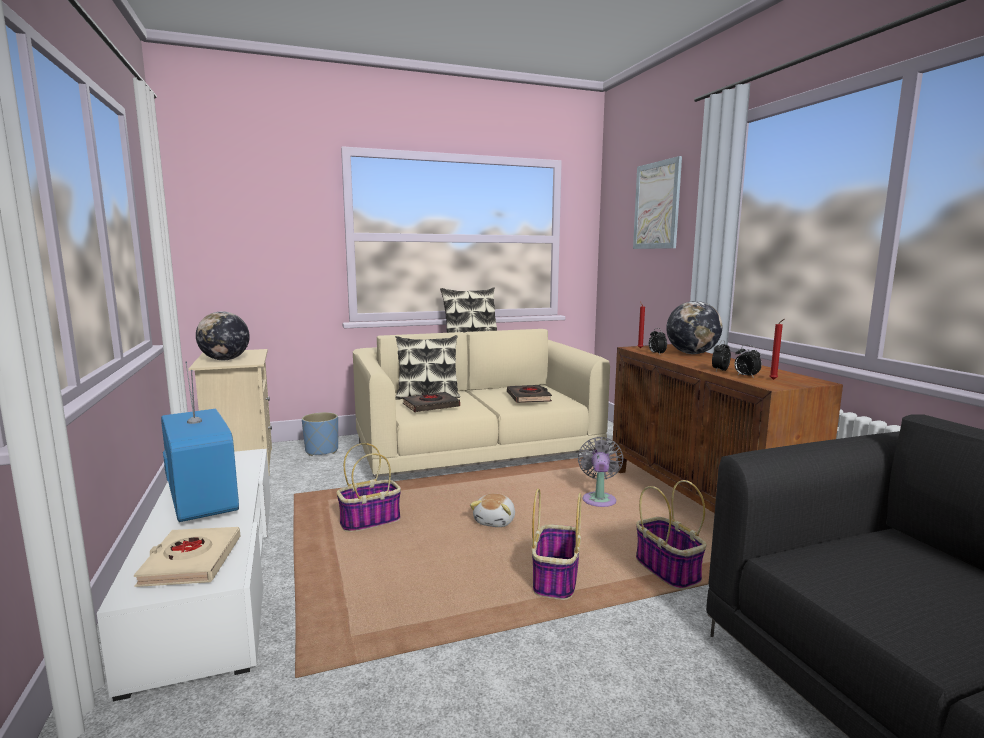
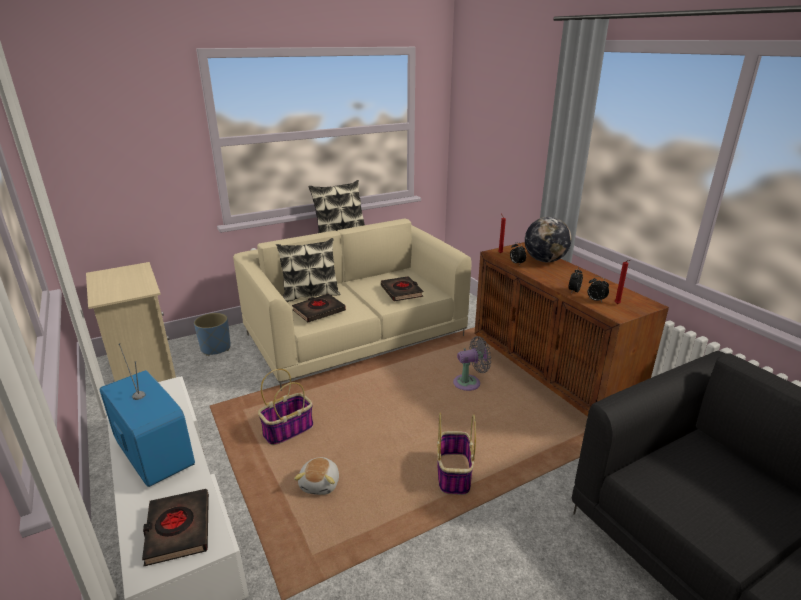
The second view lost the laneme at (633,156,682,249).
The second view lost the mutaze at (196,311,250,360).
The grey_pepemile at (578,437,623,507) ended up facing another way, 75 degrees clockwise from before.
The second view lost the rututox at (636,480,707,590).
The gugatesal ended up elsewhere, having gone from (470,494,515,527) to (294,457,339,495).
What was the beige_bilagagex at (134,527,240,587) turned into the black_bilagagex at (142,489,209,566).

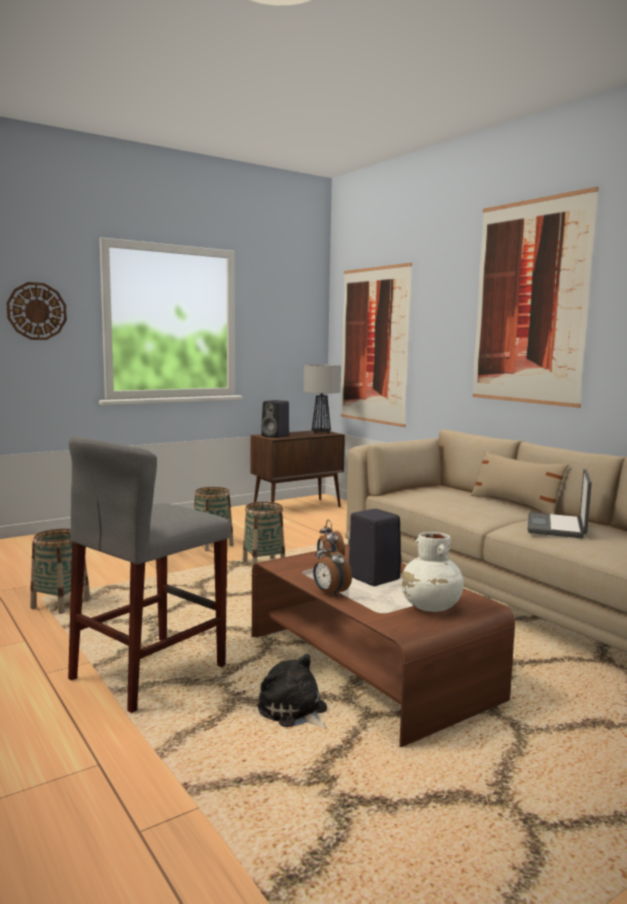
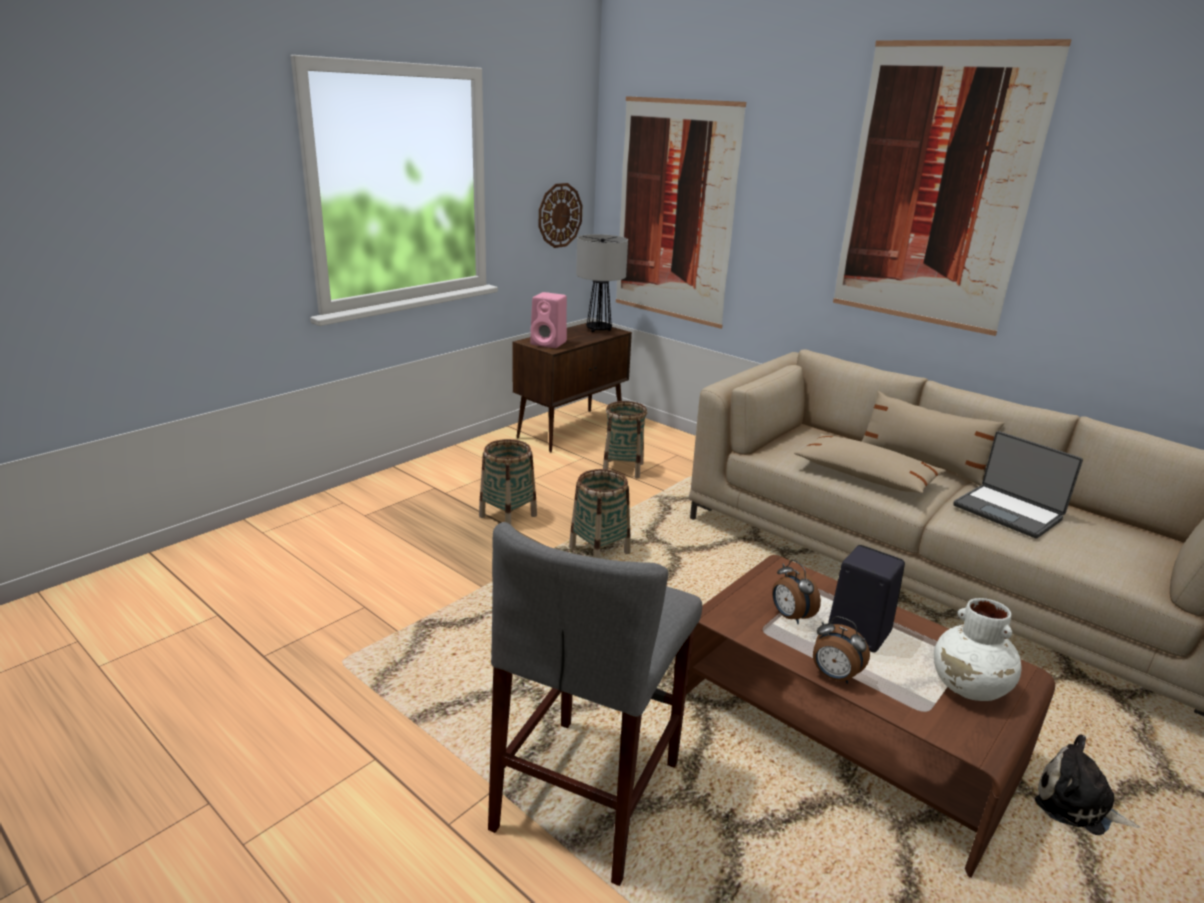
The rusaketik ended up elsewhere, having gone from (6,282,67,340) to (539,183,582,248).
What was the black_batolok at (261,400,289,438) turned into the pink_batolok at (530,292,567,348).
The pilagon at (527,469,592,538) ended up facing another way, 45 degrees counterclockwise from before.
The rututox ended up elsewhere, having gone from (30,529,90,614) to (603,401,647,478).
The gugatesal ended up elsewhere, having gone from (257,654,328,728) to (1035,735,1140,835).
The second view gained the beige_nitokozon at (794,434,946,493).

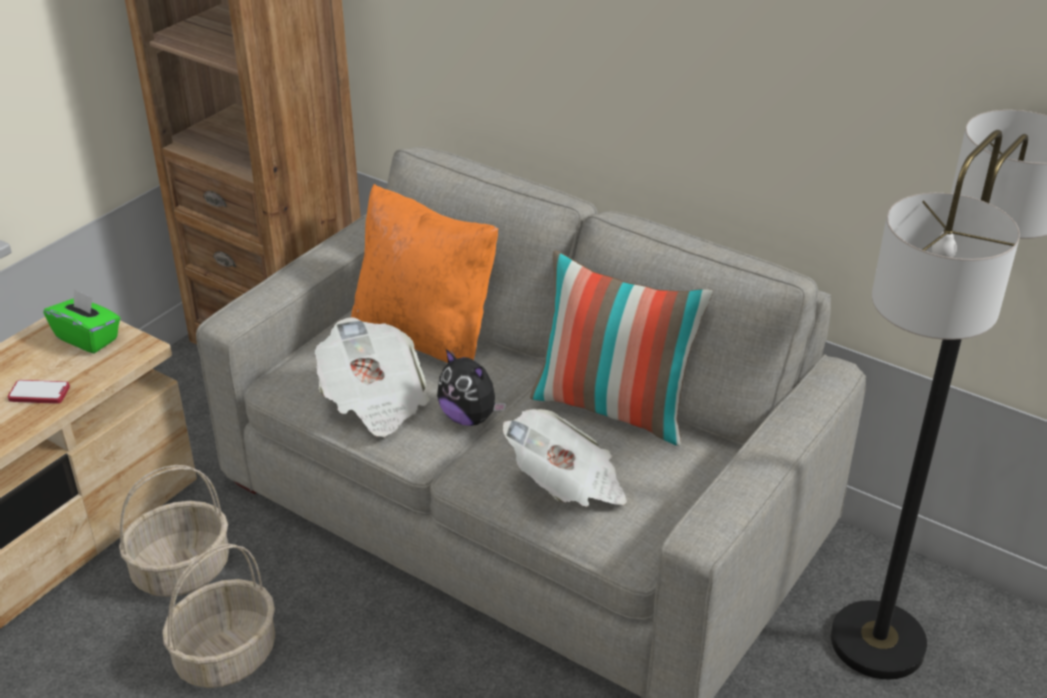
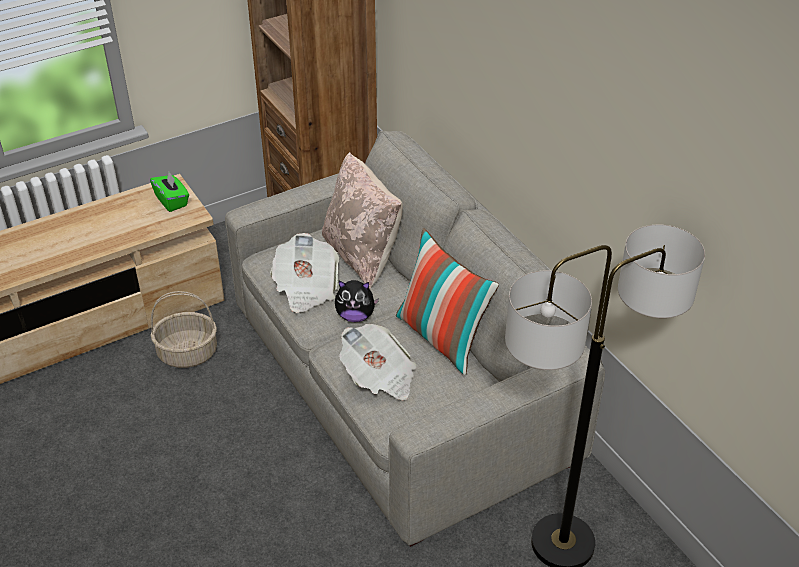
What was the orange_nitokozon at (351,184,498,363) turned into the beige_nitokozon at (322,152,403,289).
The gugatesal at (437,349,506,426) ended up facing another way, 60 degrees counterclockwise from before.
The second view lost the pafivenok at (8,380,70,404).
The second view lost the rututox at (162,544,275,688).

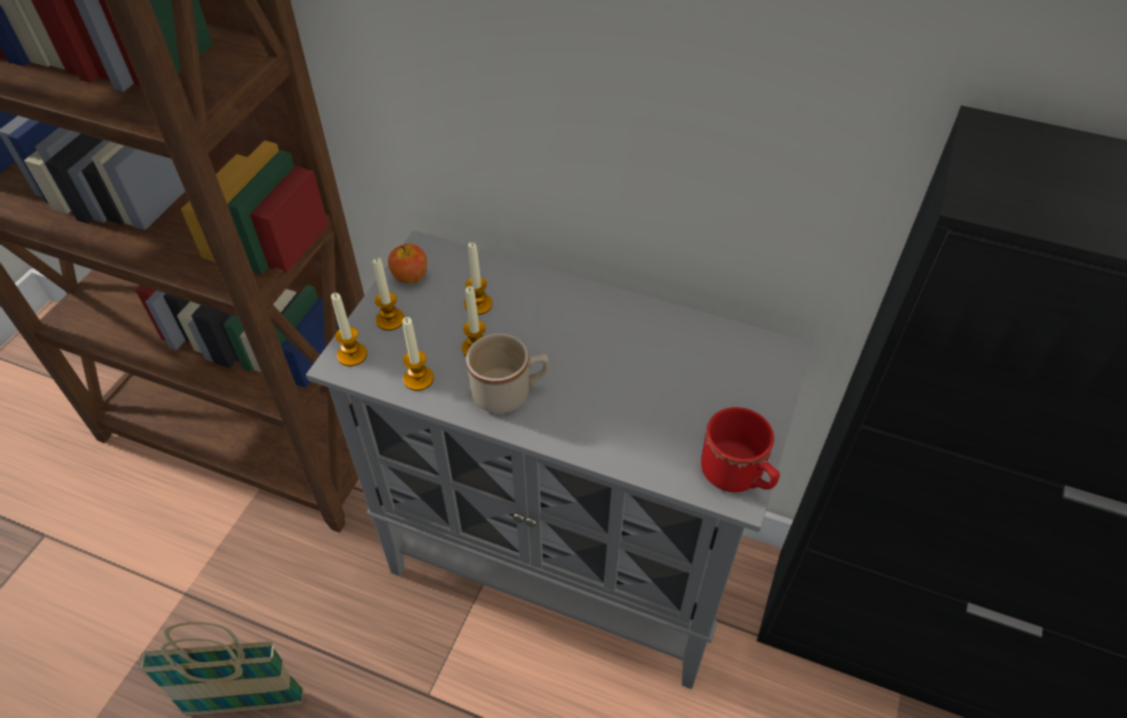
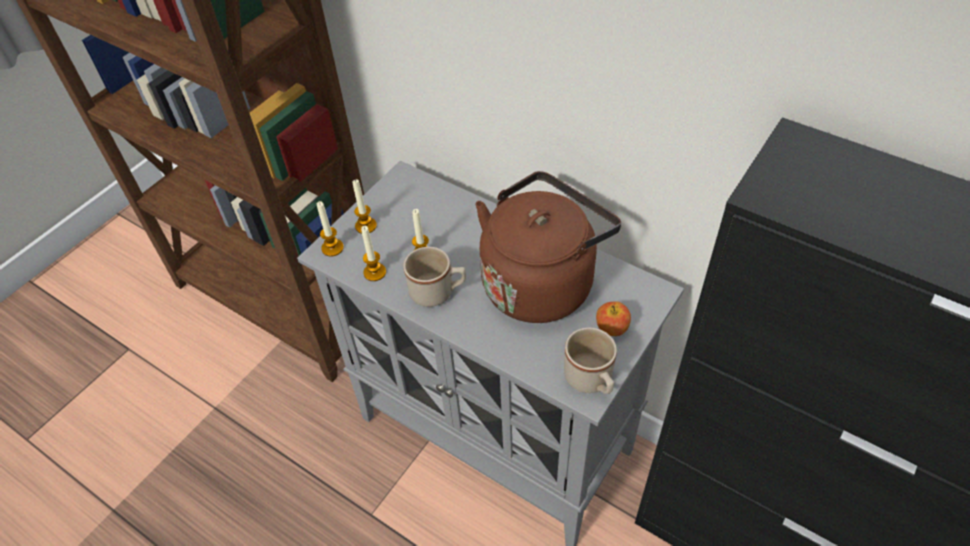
The second view lost the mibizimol at (464,242,493,315).
The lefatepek ended up elsewhere, having gone from (388,244,427,284) to (596,301,631,336).
What was the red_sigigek at (701,407,780,492) turned into the beige_sigigek at (564,327,617,394).
The second view lost the rututox at (139,622,303,716).
The second view gained the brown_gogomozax at (475,171,621,323).

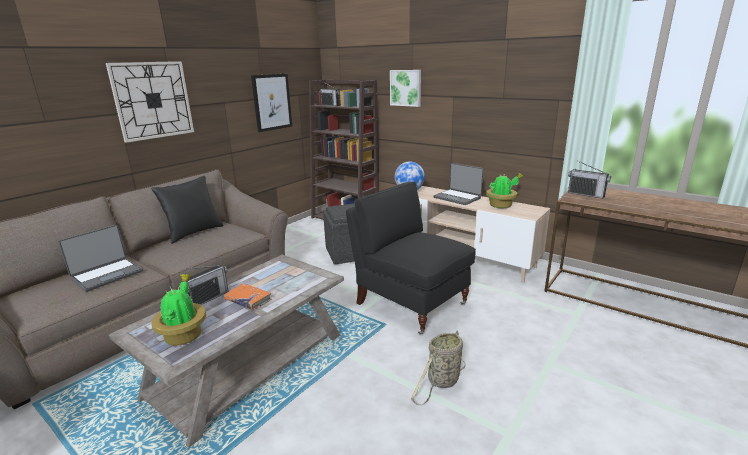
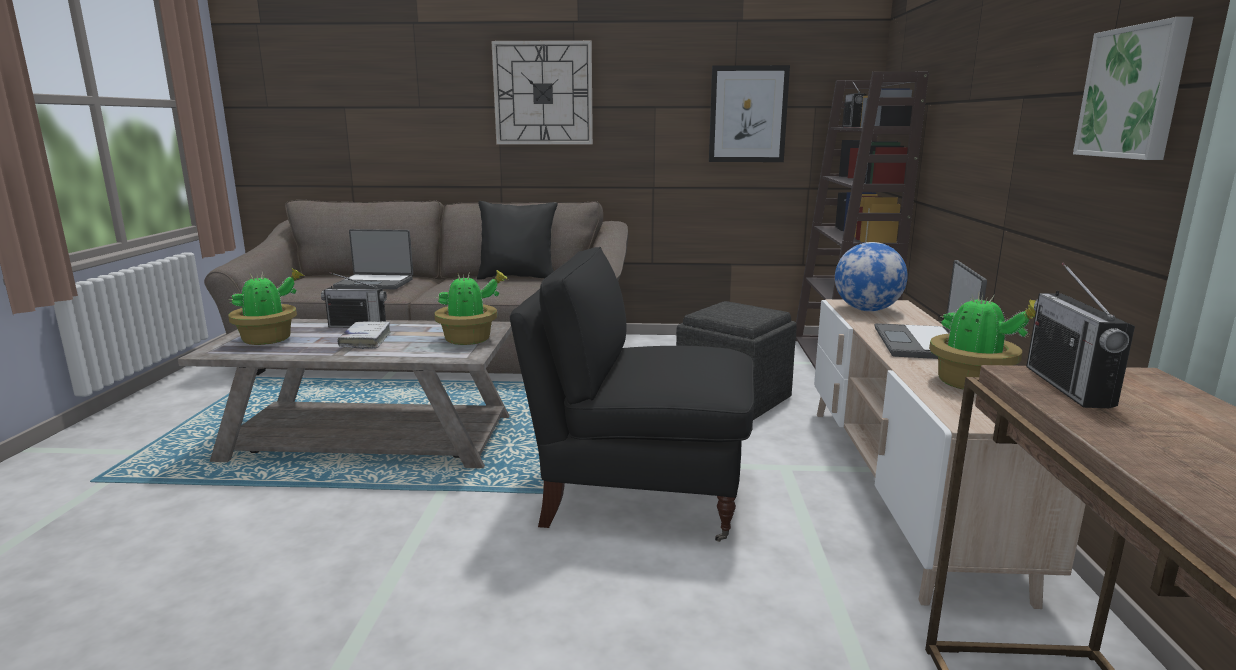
The laneme ended up elsewhere, having gone from (390,70,421,107) to (1073,17,1193,160).
The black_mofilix at (346,182,476,334) ended up facing another way, 90 degrees counterclockwise from before.
What was the orange_bilagagex at (224,283,271,310) turned into the white_bilagagex at (337,321,391,349).
The second view lost the rututox at (411,330,465,405).
The second view gained the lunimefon at (434,270,507,345).

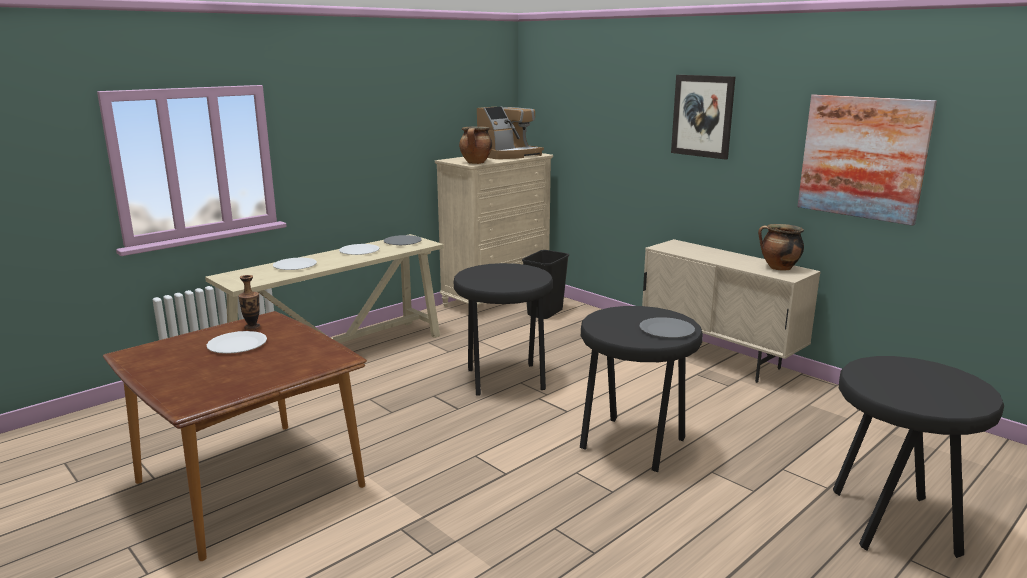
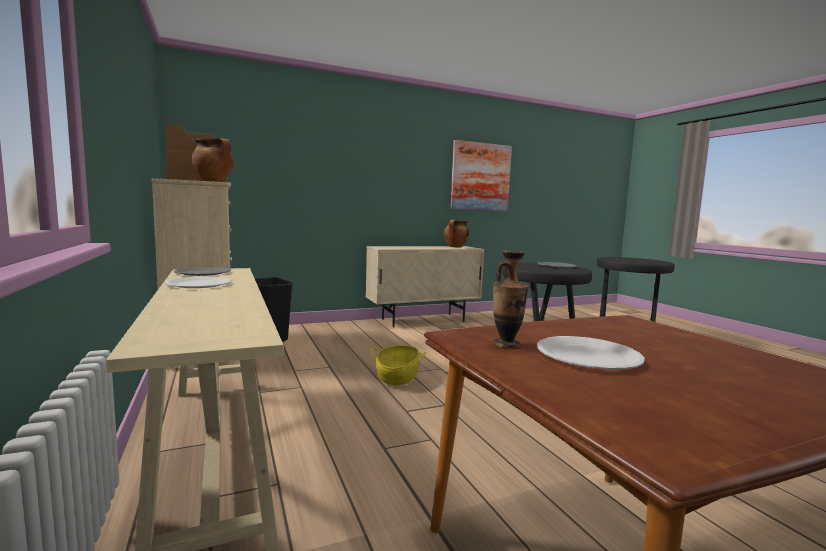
The second view lost the laneme at (671,75,735,160).
The second view lost the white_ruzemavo at (273,258,317,270).
Where the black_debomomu stood at (454,263,553,396), the rututox came to stand at (371,345,426,386).

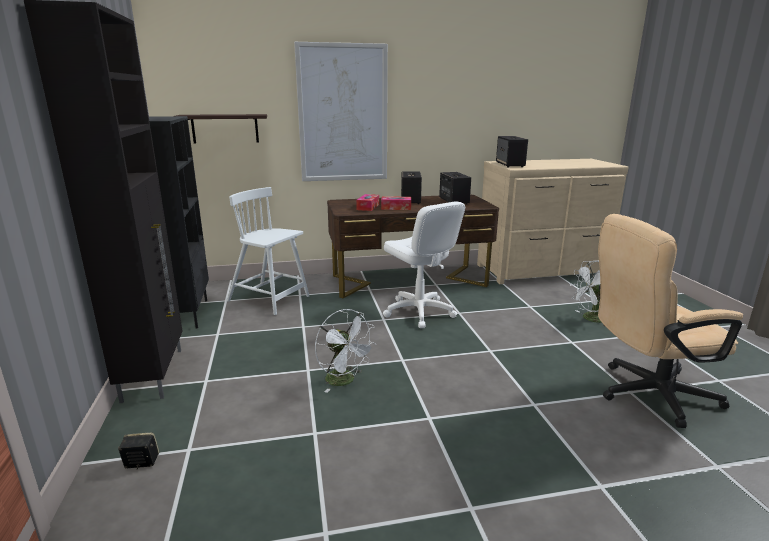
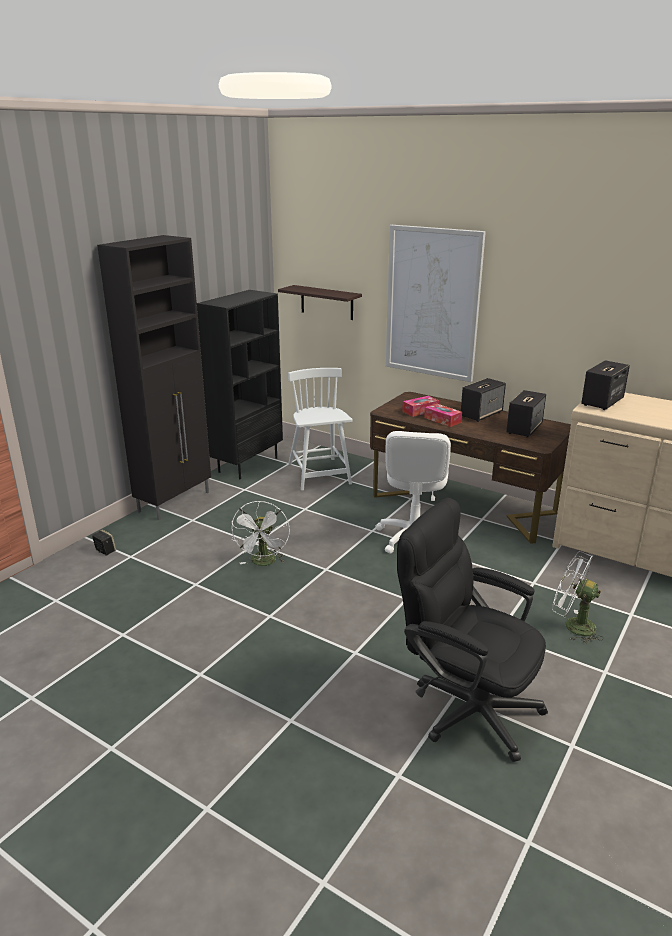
What was the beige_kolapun at (598,214,743,428) turned into the black_kolapun at (397,498,548,762).

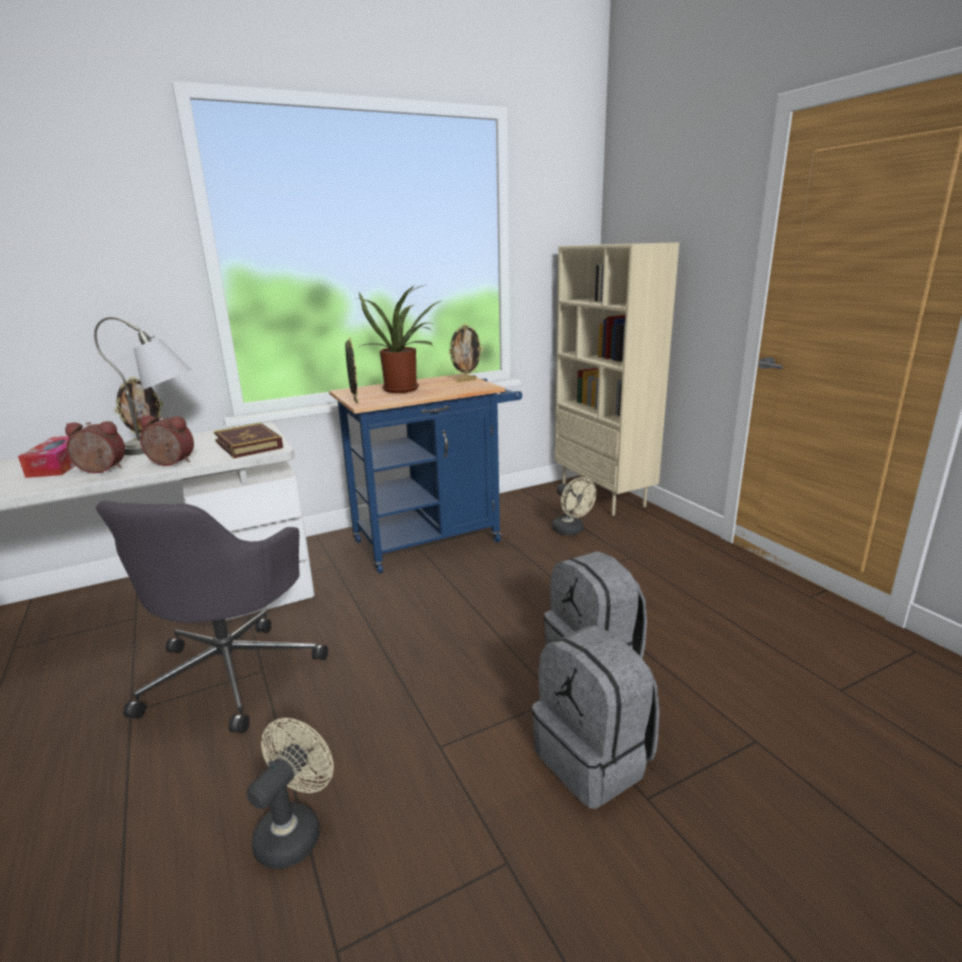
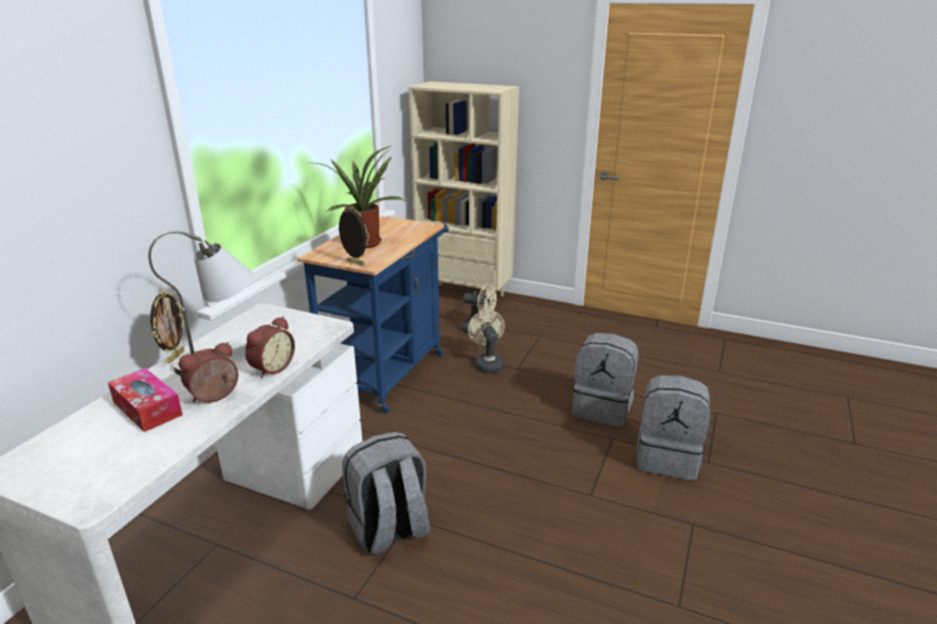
The second view lost the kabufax at (449,324,483,382).
The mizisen at (140,415,194,466) ended up facing another way, 150 degrees clockwise from before.
The second view lost the bilagagex at (214,423,283,458).
Where the grey_kolapun stood at (96,500,328,733), the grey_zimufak came to stand at (342,432,431,556).
The beige_pepemile ended up elsewhere, having gone from (247,718,334,869) to (468,310,505,373).

